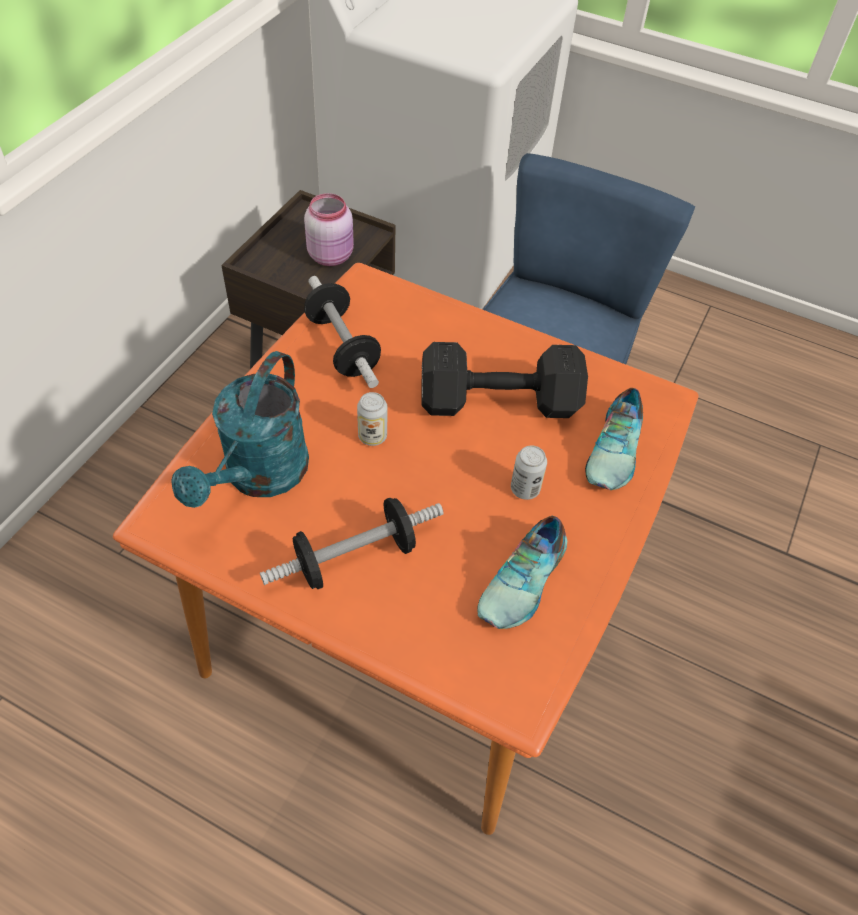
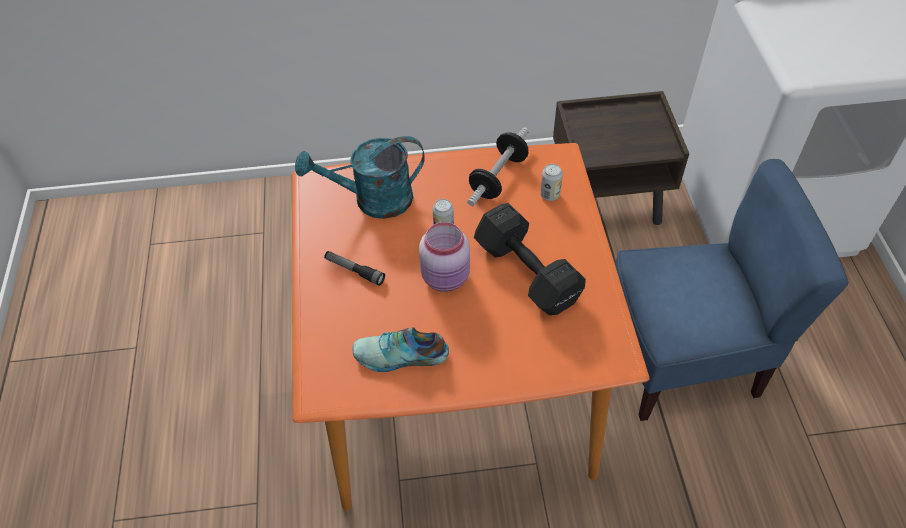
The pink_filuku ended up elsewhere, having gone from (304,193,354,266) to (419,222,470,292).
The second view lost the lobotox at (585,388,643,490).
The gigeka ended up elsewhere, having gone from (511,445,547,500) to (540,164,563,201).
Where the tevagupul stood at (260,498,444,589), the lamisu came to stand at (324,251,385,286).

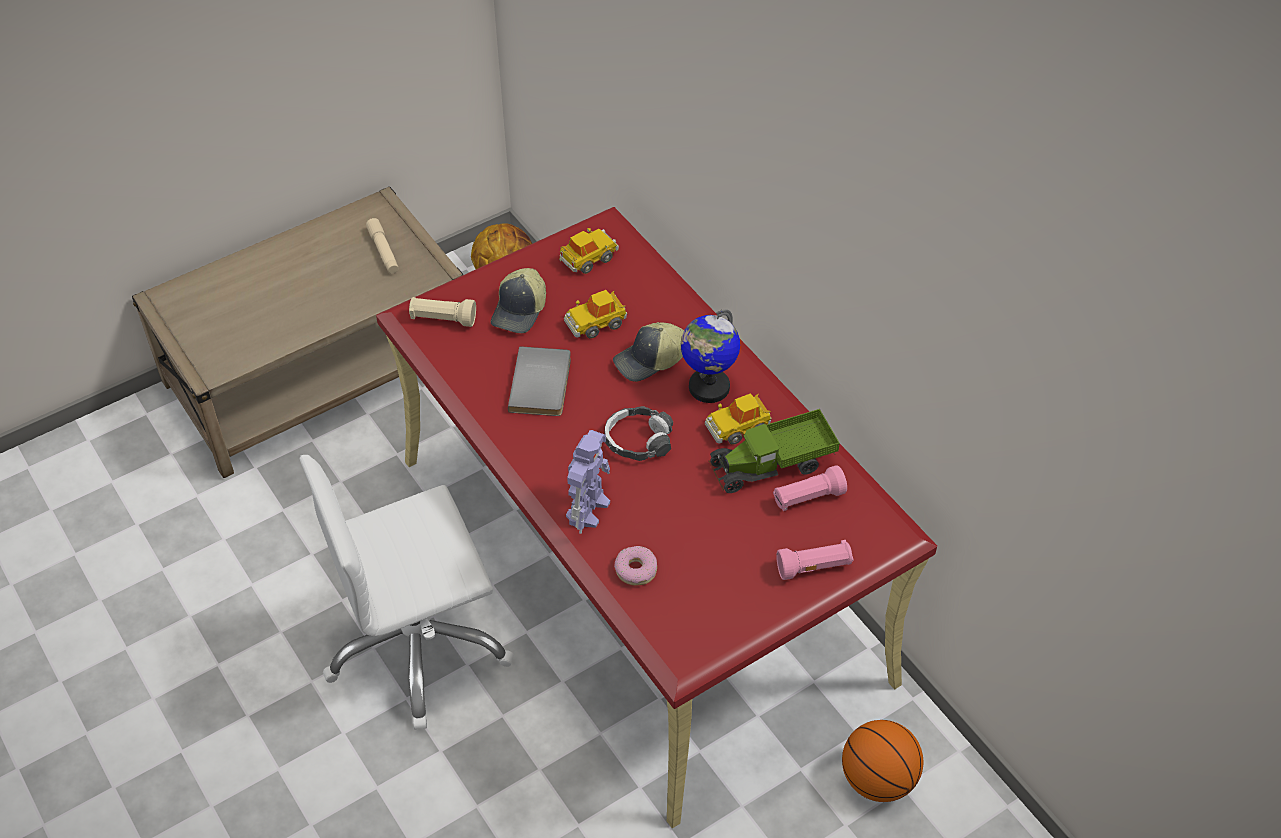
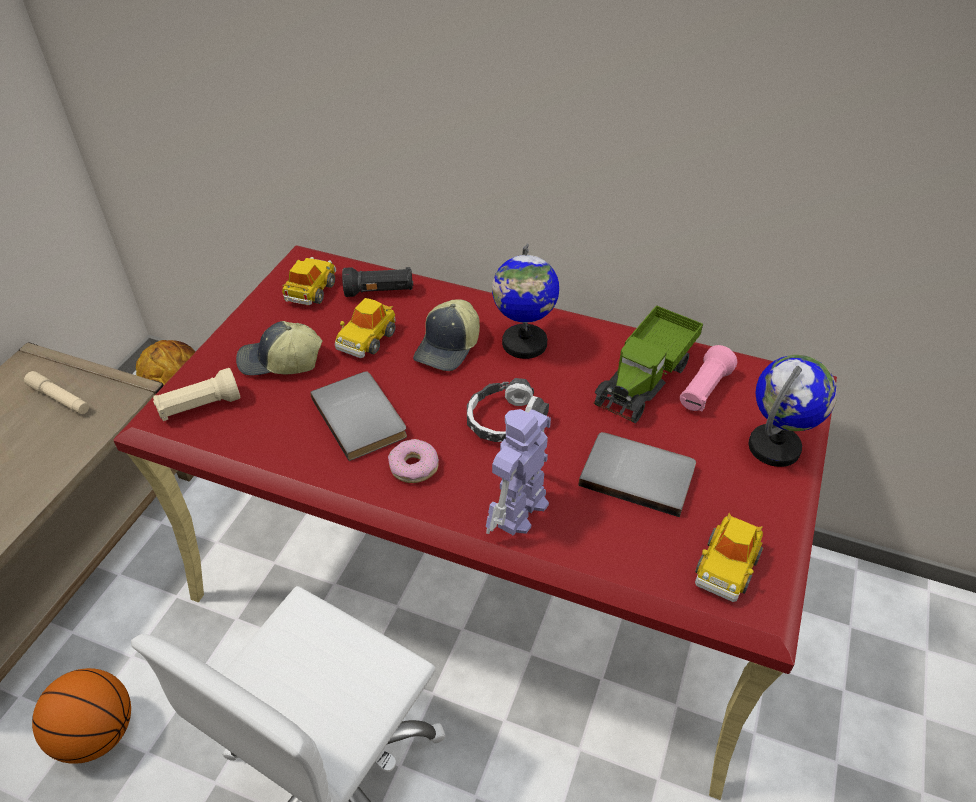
The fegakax at (491,268,546,333) ended up facing another way, 105 degrees clockwise from before.
The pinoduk ended up elsewhere, having gone from (705,393,772,445) to (695,513,763,602).
The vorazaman at (566,430,610,534) ended up facing another way, 135 degrees counterclockwise from before.
Where the pink_lamisu stood at (776,540,853,580), the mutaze came to stand at (749,355,837,467).
The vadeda ended up elsewhere, having gone from (614,546,657,585) to (388,439,439,483).
The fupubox ended up elsewhere, having gone from (842,720,923,802) to (32,668,131,764).
The second view gained the black_lamisu at (342,267,413,297).
The second view gained the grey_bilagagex at (578,432,696,517).

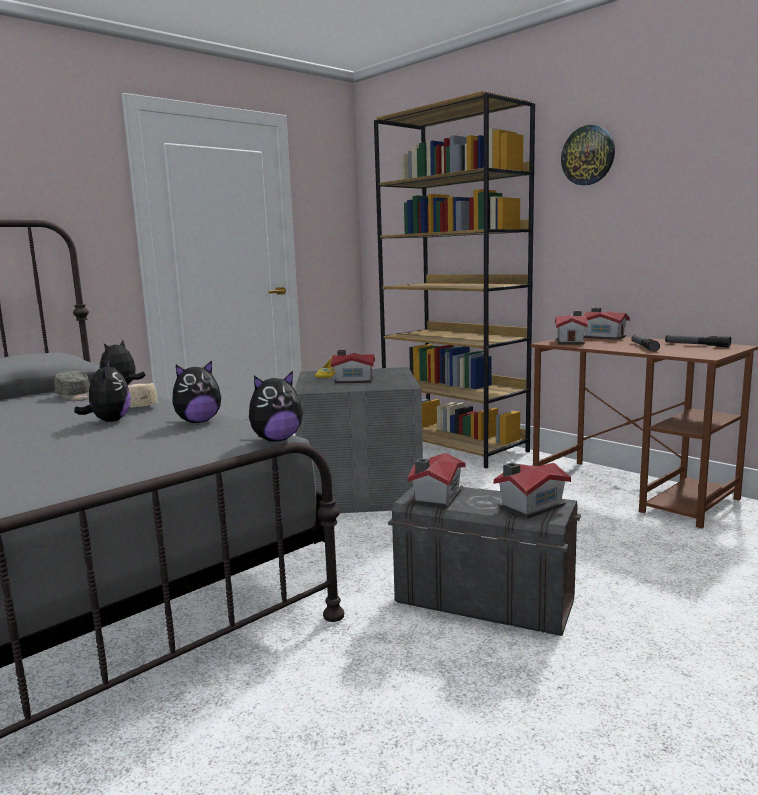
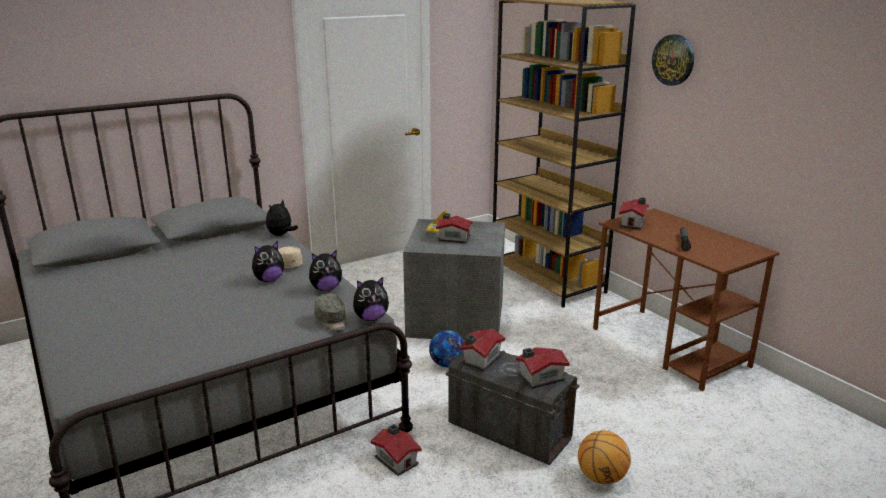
The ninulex ended up elsewhere, having gone from (583,308,630,340) to (371,424,422,476).
The second view lost the lamisu at (665,335,731,348).
The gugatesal at (74,361,131,422) ended up facing another way, 60 degrees clockwise from before.
The grey_fegakax ended up elsewhere, having gone from (54,371,90,401) to (314,293,348,331).
The second view gained the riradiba at (429,330,464,367).
The second view gained the fupubox at (578,430,631,484).

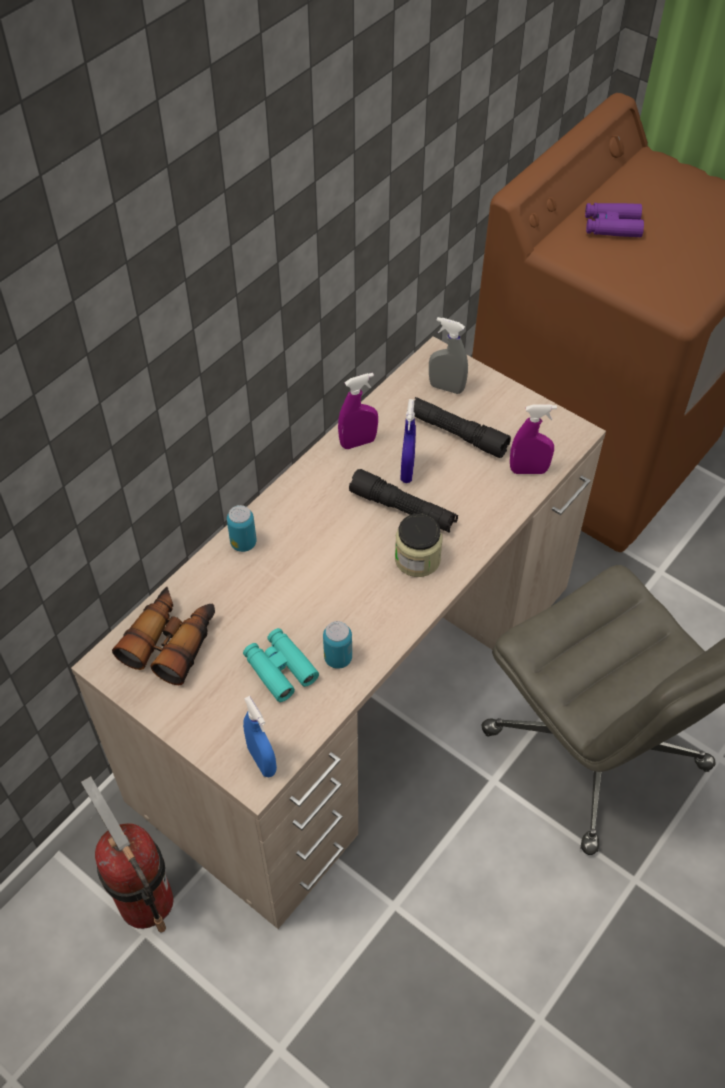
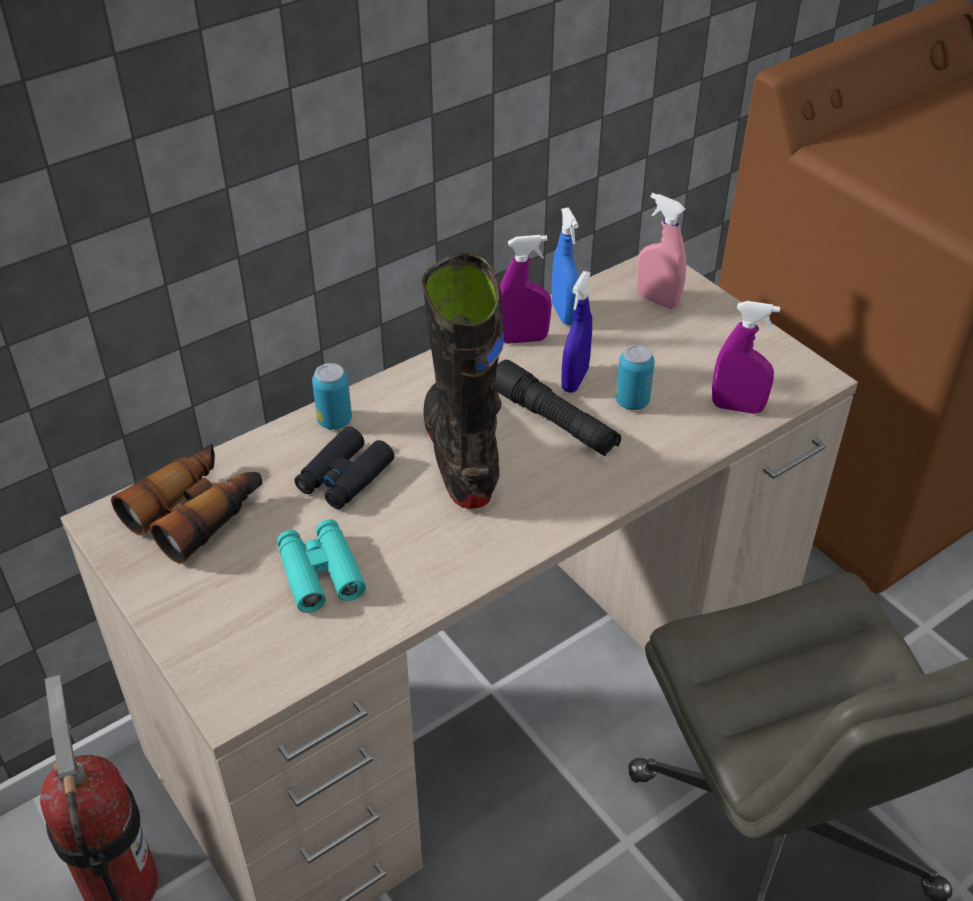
The second view lost the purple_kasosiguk at (585,203,644,237).
What was the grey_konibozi at (429,317,468,394) turned into the pink_konibozi at (637,193,686,309).
The second view lost the black_lamisu at (414,397,511,458).
The second view lost the filuku at (395,513,443,577).
The gigeka ended up elsewhere, having gone from (323,621,352,669) to (616,344,655,410).
The blue_konibozi ended up elsewhere, having gone from (243,696,277,777) to (552,207,579,325).
The second view gained the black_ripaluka at (422,253,504,509).
The second view gained the black_kasosiguk at (294,427,394,509).

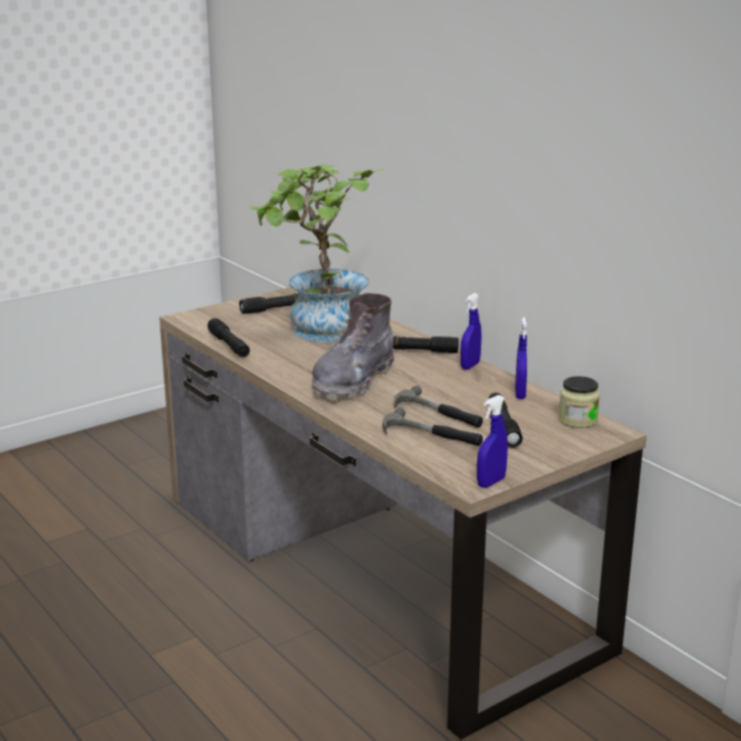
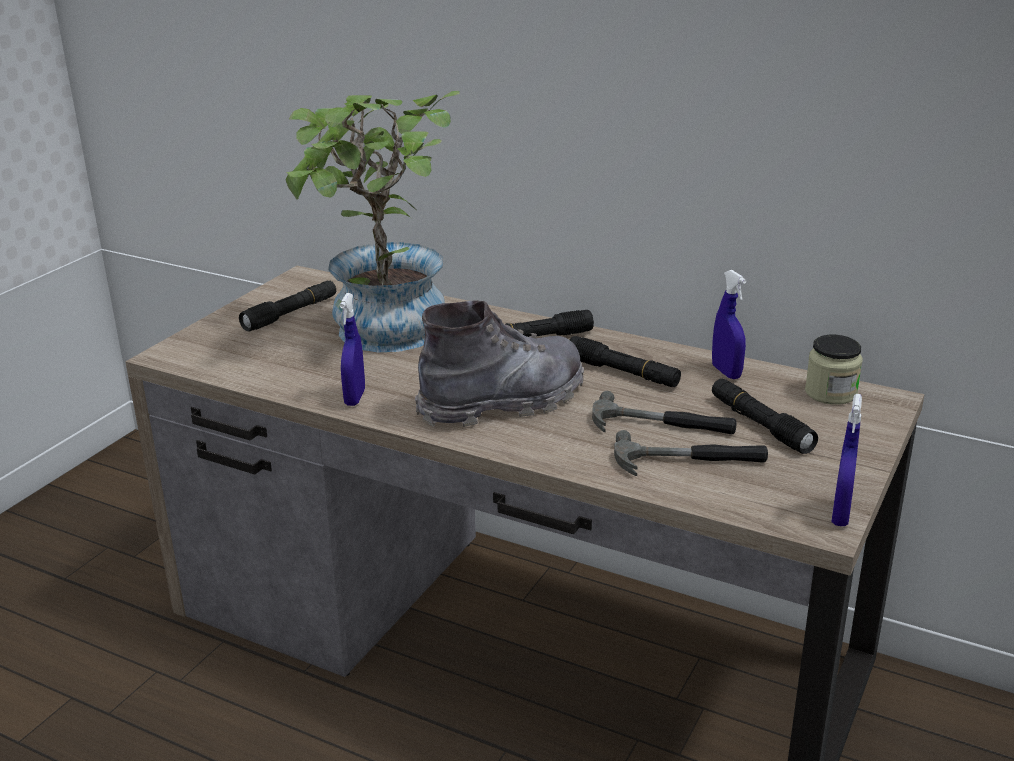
The grey_ripaluka at (312,293,394,400) ended up facing another way, 120 degrees counterclockwise from before.
The blue_konibozi ended up elsewhere, having gone from (460,293,482,370) to (340,293,365,406).
The black_lamisu ended up elsewhere, having gone from (207,318,250,357) to (570,336,681,387).

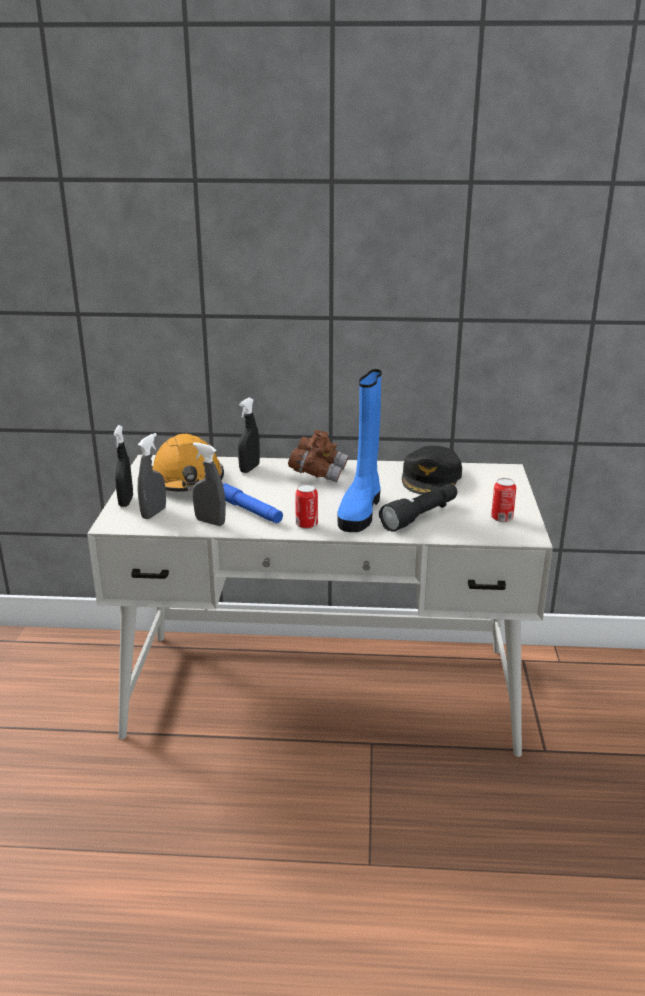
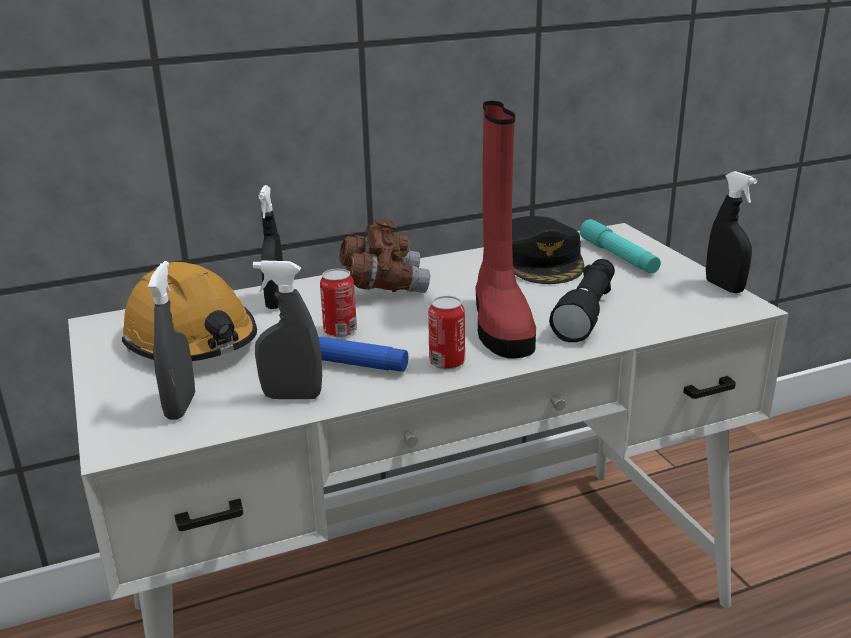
What was the blue_ripaluka at (337,369,382,532) turned into the red_ripaluka at (475,101,536,358).
The black_konibozi ended up elsewhere, having gone from (114,425,133,507) to (706,171,757,293).
The gigeka ended up elsewhere, having gone from (491,478,516,522) to (320,269,357,337).
The second view gained the turquoise_lamisu at (580,219,661,274).

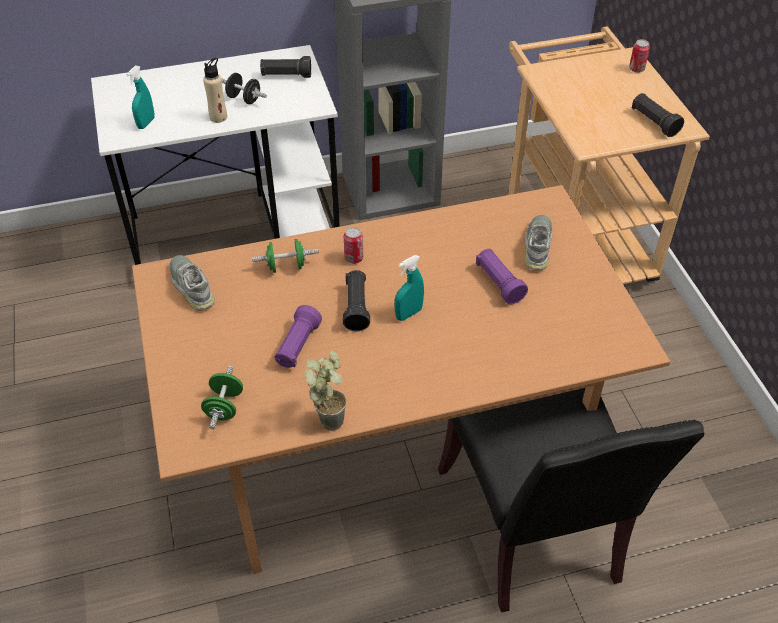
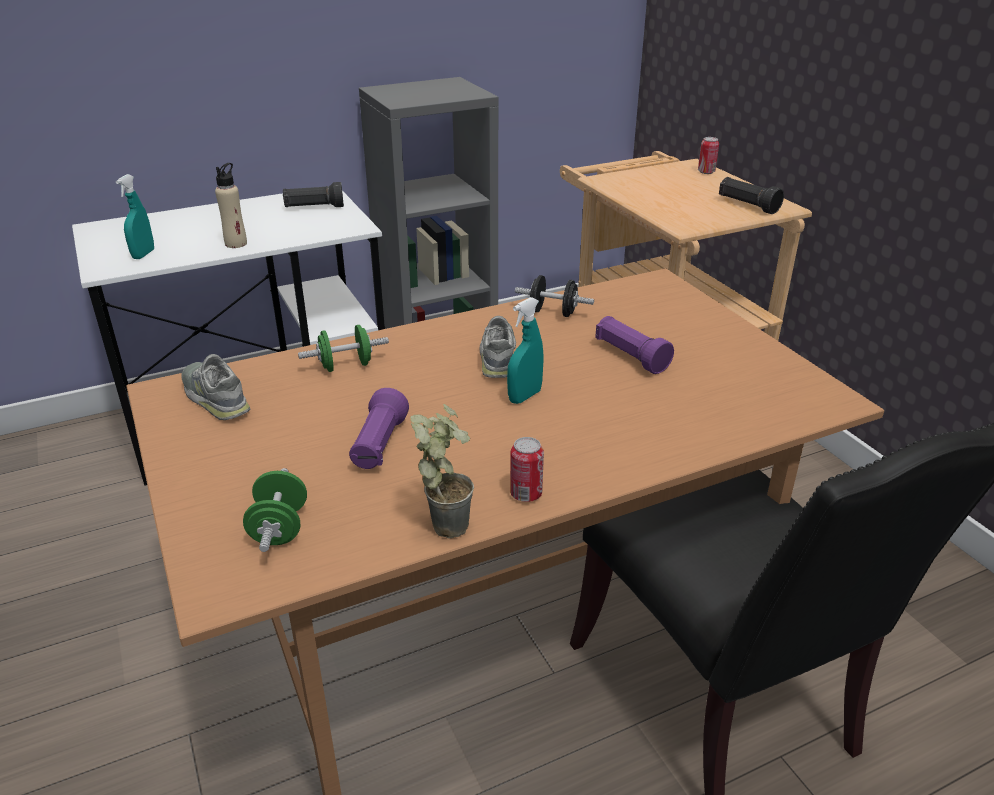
The black_tevagupul ended up elsewhere, having gone from (221,73,267,104) to (515,275,594,317).
The grey_lobotox ended up elsewhere, having gone from (525,215,553,270) to (479,316,516,378).
The gigeka ended up elsewhere, having gone from (344,227,363,264) to (510,437,544,502).
The second view lost the black_lamisu at (343,270,370,331).

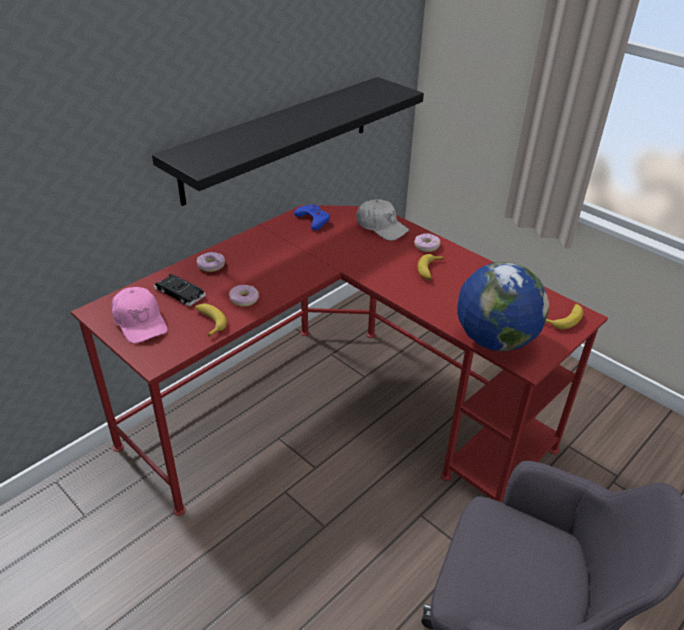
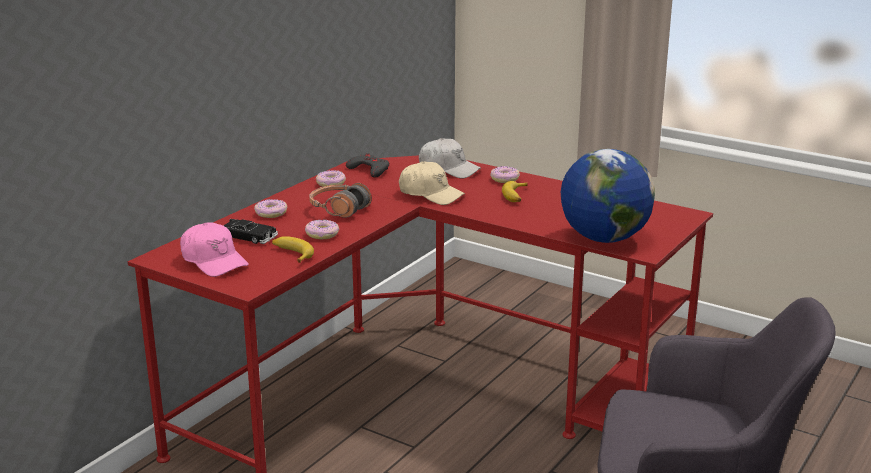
The second view lost the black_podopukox at (152,77,424,206).
What was the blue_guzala at (294,204,330,231) turned into the grey_guzala at (346,153,389,178).
The second view lost the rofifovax at (545,304,583,329).
The second view gained the beige_fegakax at (399,161,465,205).
The second view gained the vadeda at (316,170,346,187).
The second view gained the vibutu at (309,183,372,218).

